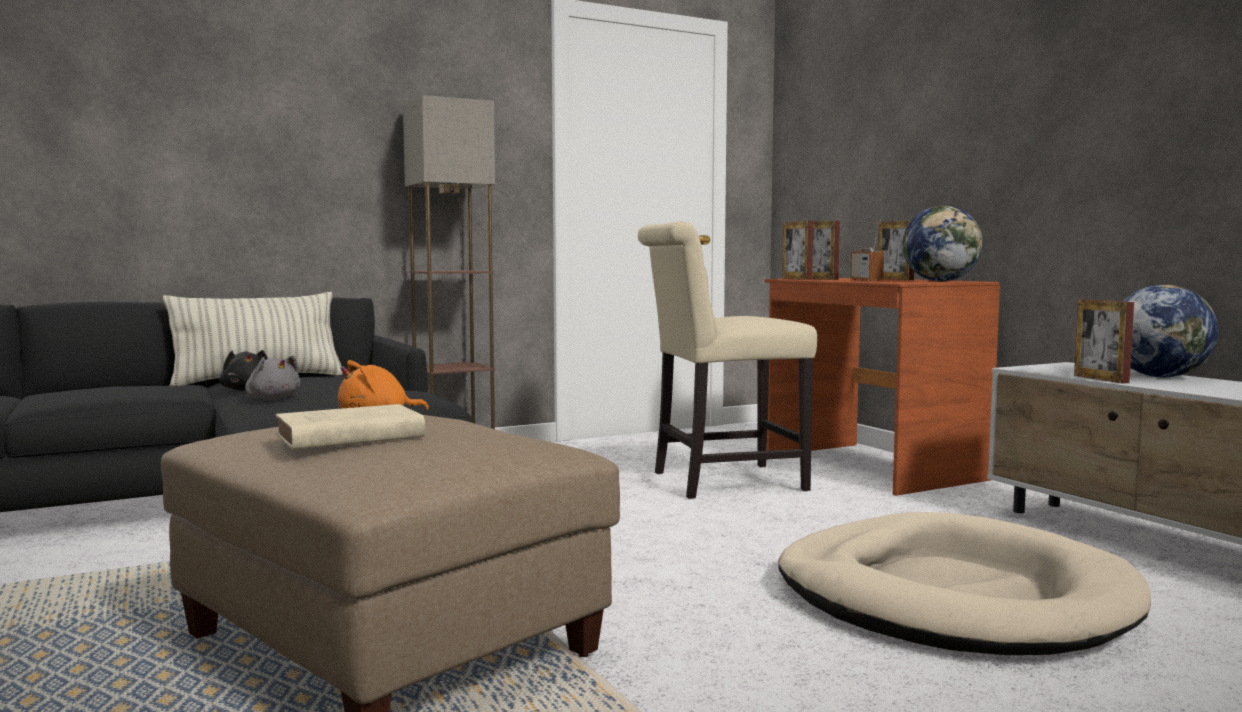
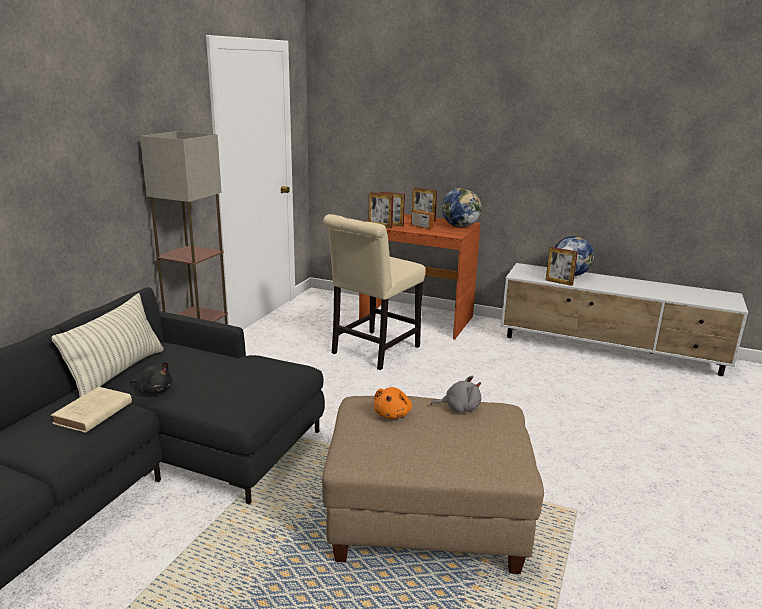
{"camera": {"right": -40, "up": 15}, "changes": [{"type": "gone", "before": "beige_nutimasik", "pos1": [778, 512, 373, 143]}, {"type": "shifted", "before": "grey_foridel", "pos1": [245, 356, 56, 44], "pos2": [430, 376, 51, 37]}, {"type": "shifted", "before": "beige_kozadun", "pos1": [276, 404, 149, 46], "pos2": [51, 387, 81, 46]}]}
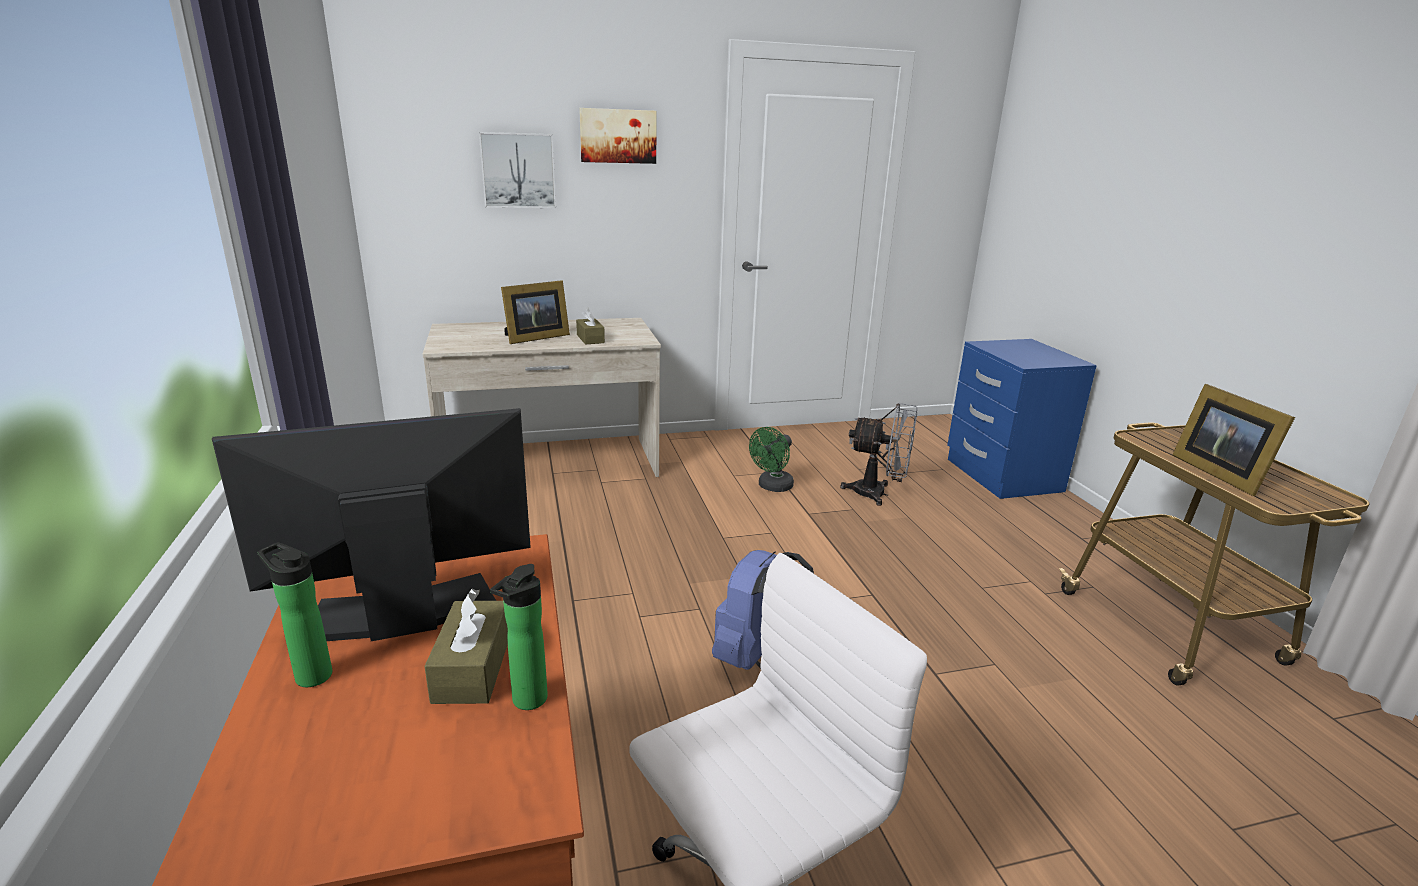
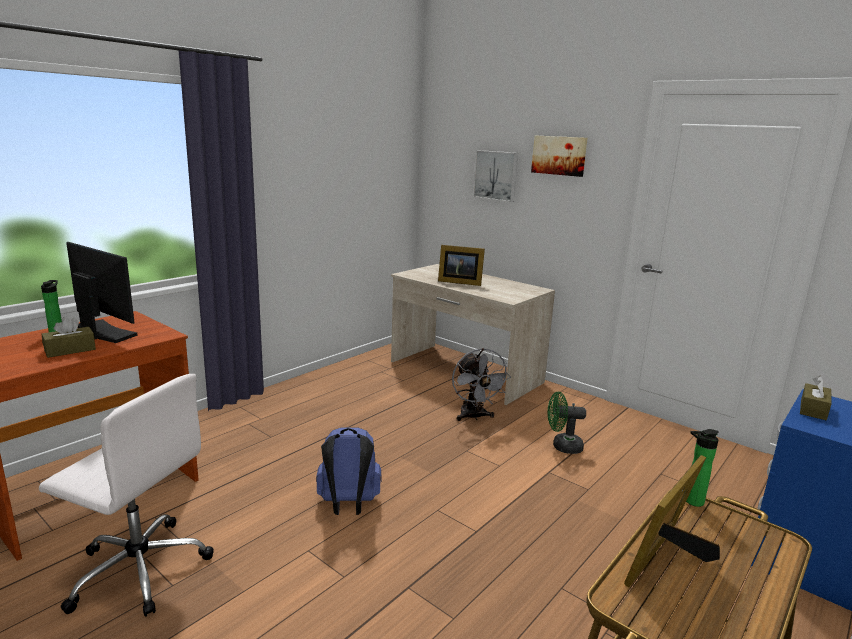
{"camera": {"right": 55, "up": -5}, "changes": [{"type": "shifted", "before": "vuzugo", "pos1": [490, 564, 58, 146], "pos2": [686, 429, 33, 78]}, {"type": "shifted", "before": "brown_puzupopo", "pos1": [576, 308, 29, 37], "pos2": [800, 376, 32, 44]}, {"type": "shifted", "before": "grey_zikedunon", "pos1": [840, 403, 77, 103], "pos2": [452, 348, 59, 73]}]}
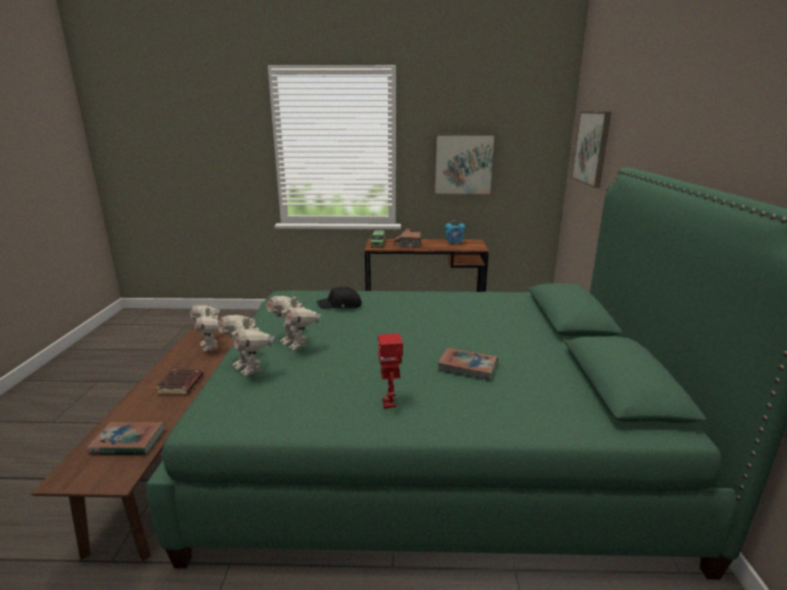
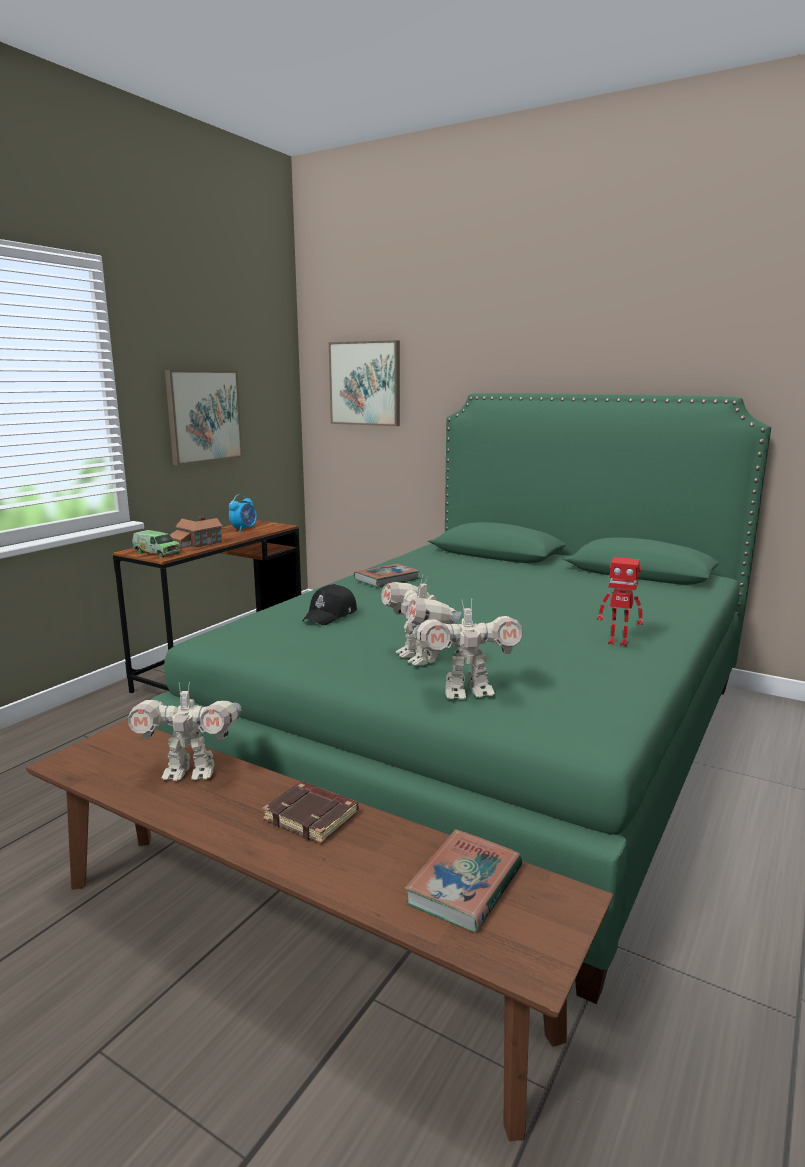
{"camera": {"right": -60, "up": -5}, "changes": [{"type": "shifted", "before": "kozadun", "pos1": [438, 348, 60, 33], "pos2": [354, 564, 66, 23]}, {"type": "rotated", "before": "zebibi", "pos1": [266, 291, 55, 59], "pos2": [381, 576, 81, 89], "turn": 75}]}
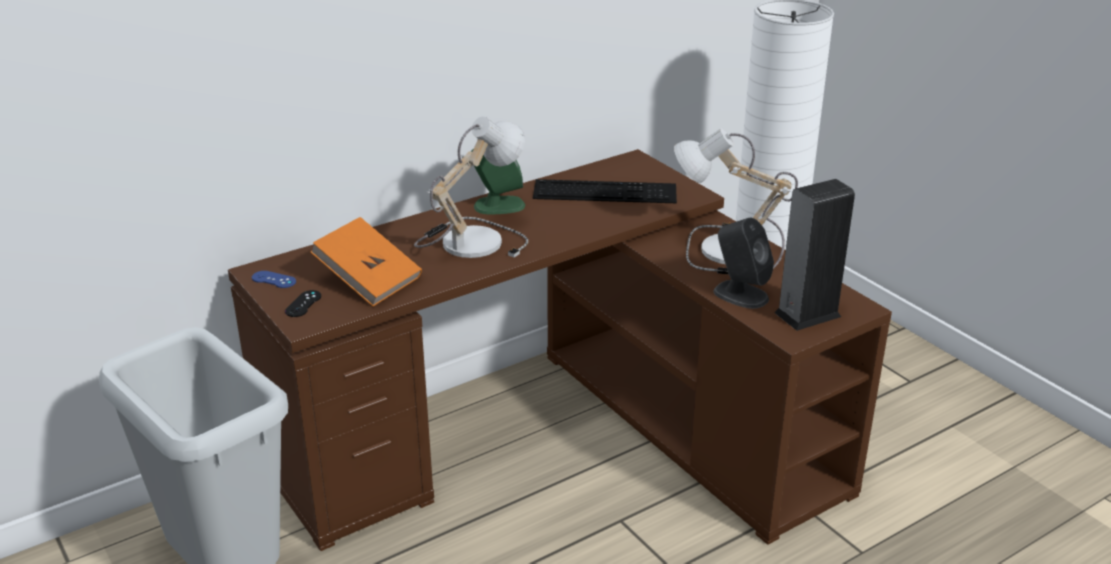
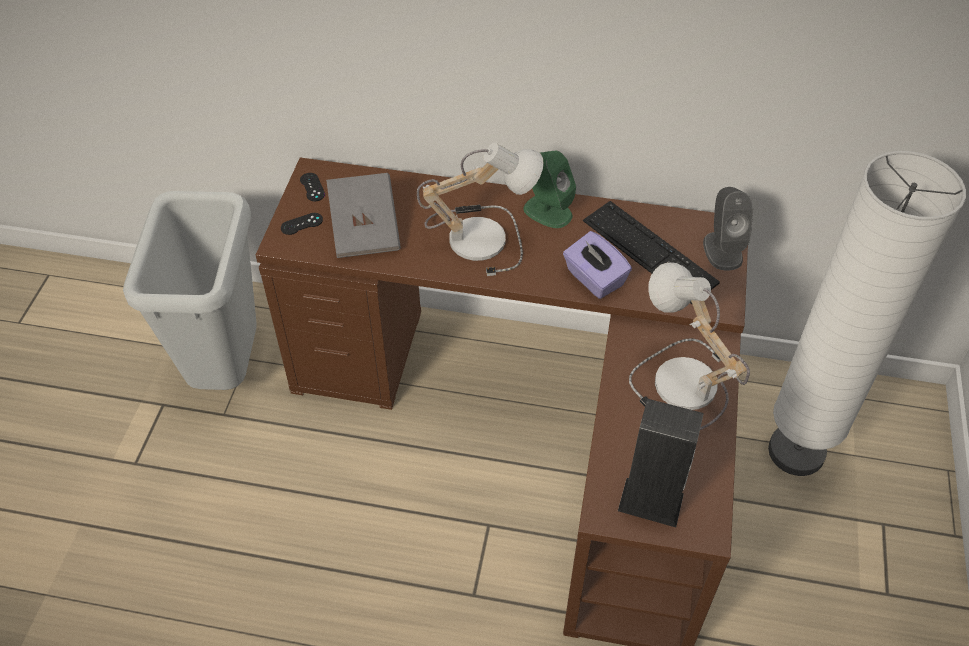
{"camera": {"right": 45, "up": 20}, "changes": [{"type": "new", "after": "purple_puzupopo", "pos2": [563, 231, 69, 68]}, {"type": "shifted", "before": "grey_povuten", "pos1": [714, 218, 60, 91], "pos2": [703, 187, 50, 83]}, {"type": "repainted", "before": "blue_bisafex", "after": "black_bisafex", "pos1": [252, 271, 44, 17], "pos2": [300, 173, 25, 28]}, {"type": "repainted", "before": "orange_kozadun", "after": "grey_kozadun", "pos1": [310, 217, 112, 89], "pos2": [326, 173, 75, 85]}]}
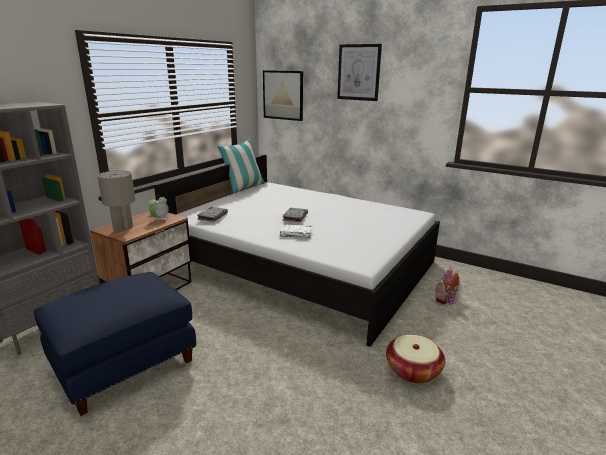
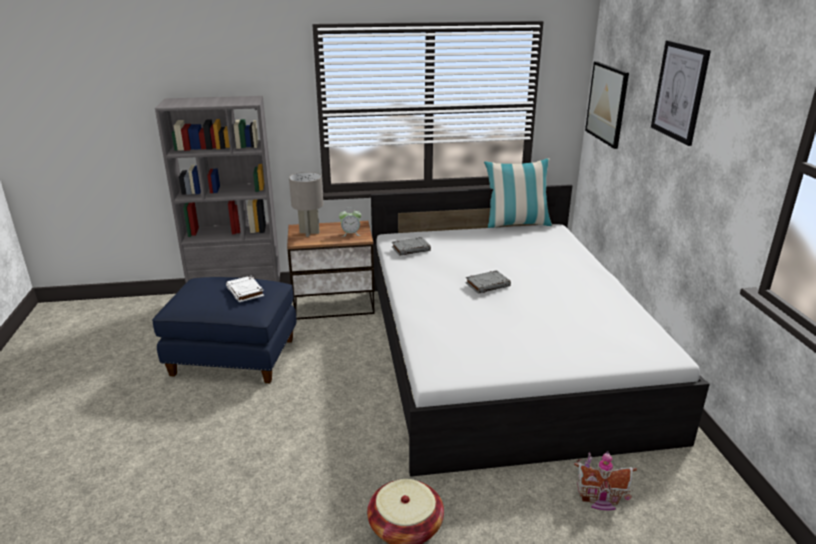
{"camera": {"right": 50, "up": 5}, "changes": [{"type": "shifted", "before": "white_kozadun", "pos1": [280, 224, 32, 14], "pos2": [226, 276, 38, 26]}]}
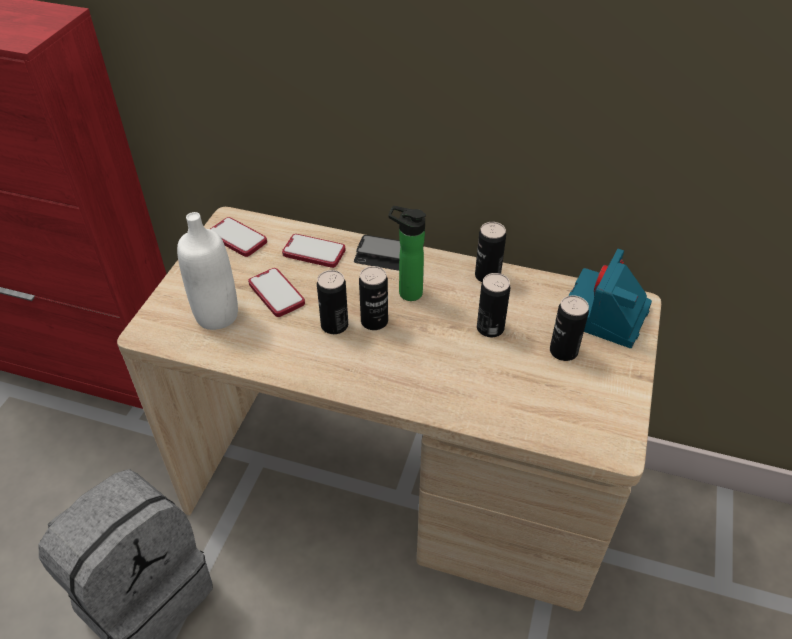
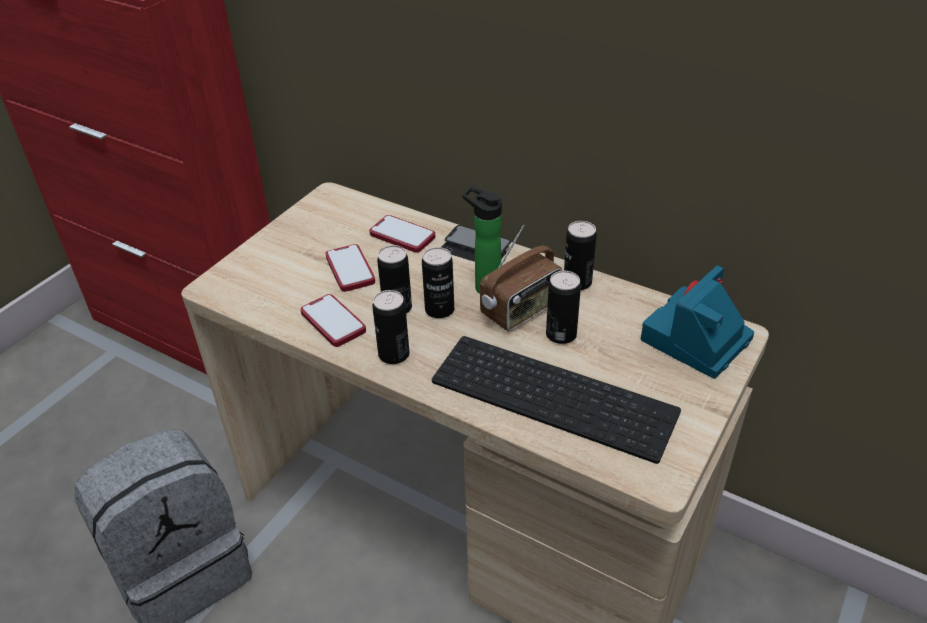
{"camera": {"right": 15, "up": -5}, "changes": [{"type": "gone", "before": "white_vuzugo", "pos1": [177, 212, 61, 118]}, {"type": "new", "after": "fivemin", "pos2": [432, 336, 249, 128]}, {"type": "new", "after": "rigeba", "pos2": [480, 225, 82, 107]}, {"type": "shifted", "before": "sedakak", "pos1": [210, 217, 57, 40], "pos2": [300, 294, 66, 53]}, {"type": "shifted", "before": "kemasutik", "pos1": [550, 295, 39, 66], "pos2": [372, 290, 37, 74]}]}
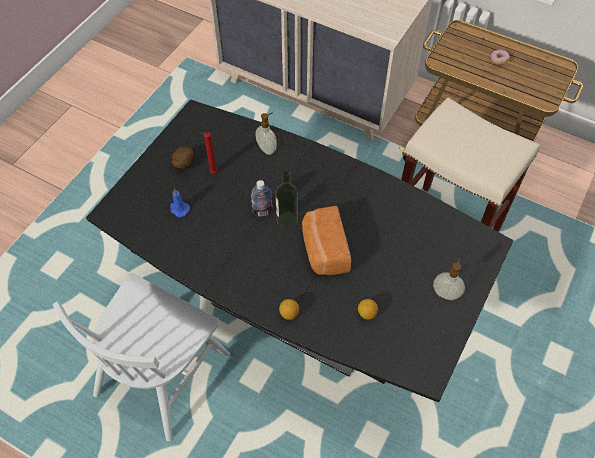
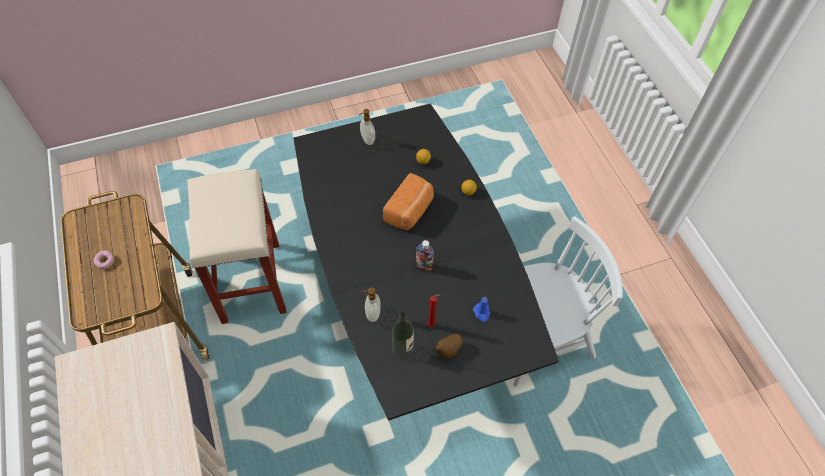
{"camera": {"right": -140, "up": 0}, "changes": [{"type": "shifted", "before": "vuzugo", "pos1": [275, 170, 23, 59], "pos2": [392, 313, 22, 46]}]}
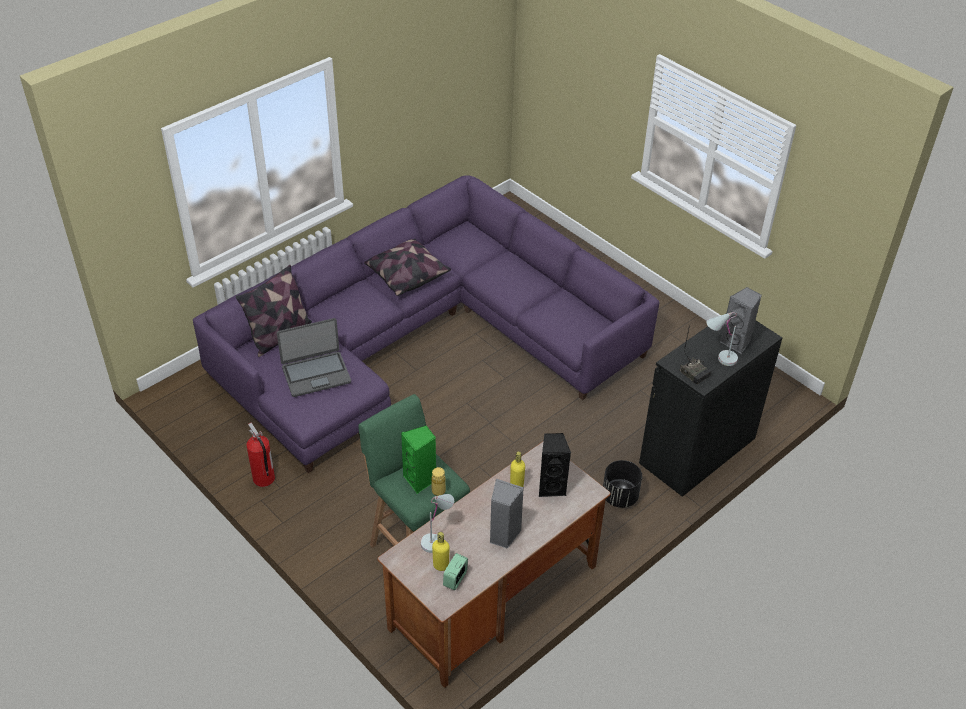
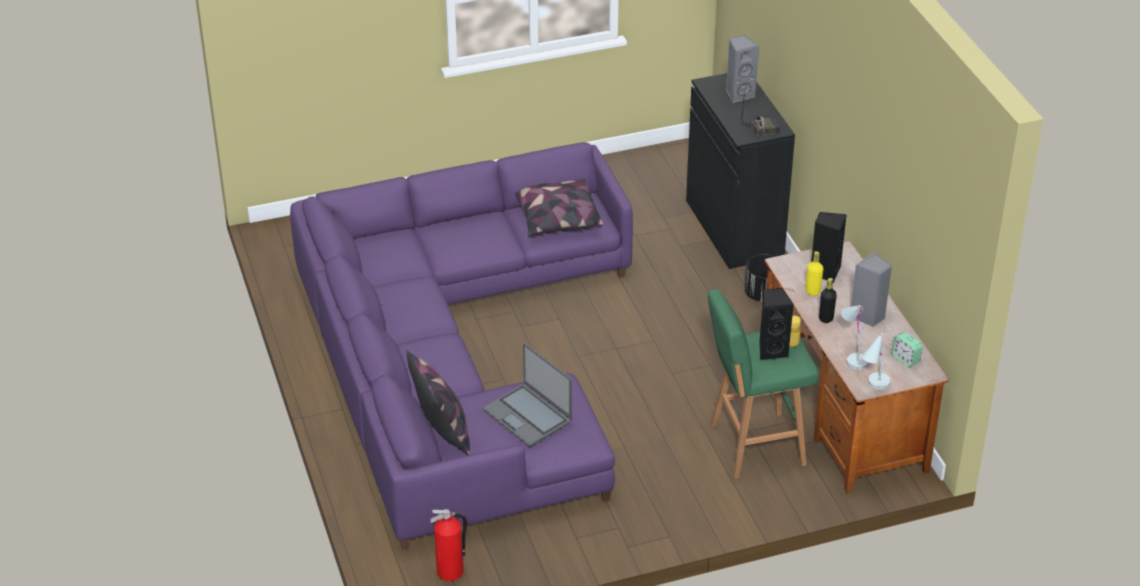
{"camera": {"right": -65, "up": -5}, "changes": [{"type": "gone", "before": "yellow_vuzugo", "pos1": [432, 532, 17, 39]}, {"type": "new", "after": "black_vuzugo", "pos2": [819, 278, 18, 45]}, {"type": "shifted", "before": "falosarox", "pos1": [246, 423, 29, 64], "pos2": [430, 509, 37, 72]}, {"type": "shifted", "before": "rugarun", "pos1": [364, 239, 87, 57], "pos2": [515, 179, 88, 57]}, {"type": "shifted", "before": "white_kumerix", "pos1": [707, 312, 31, 54], "pos2": [862, 330, 29, 60]}, {"type": "repainted", "before": "green_povuten", "after": "black_povuten", "pos1": [401, 425, 35, 69], "pos2": [759, 288, 35, 72]}, {"type": "rotated", "before": "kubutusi", "pos1": [277, 318, 74, 79], "pos2": [484, 343, 88, 104], "turn": 135}]}
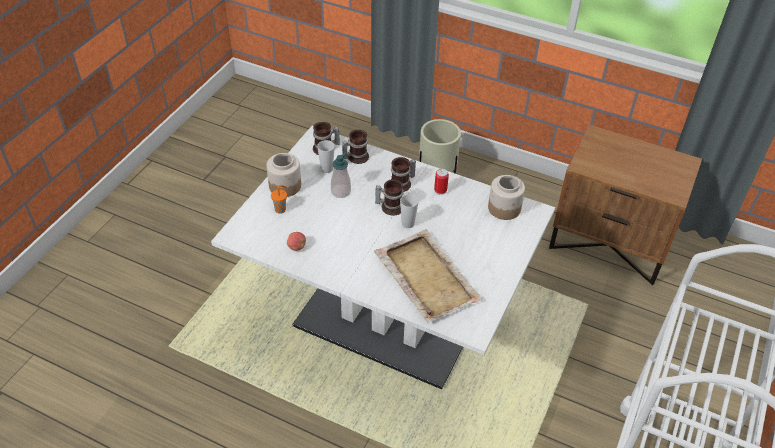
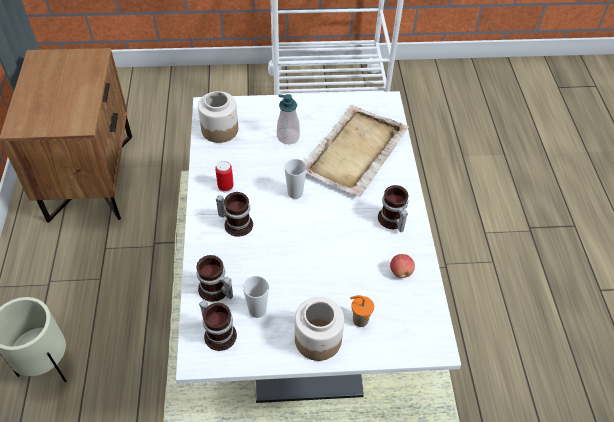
{"camera": {"right": -120, "up": 5}, "changes": [{"type": "shifted", "before": "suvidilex", "pos1": [331, 153, 20, 45], "pos2": [277, 94, 23, 50]}, {"type": "shifted", "before": "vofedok", "pos1": [375, 179, 29, 36], "pos2": [378, 185, 31, 47]}]}
